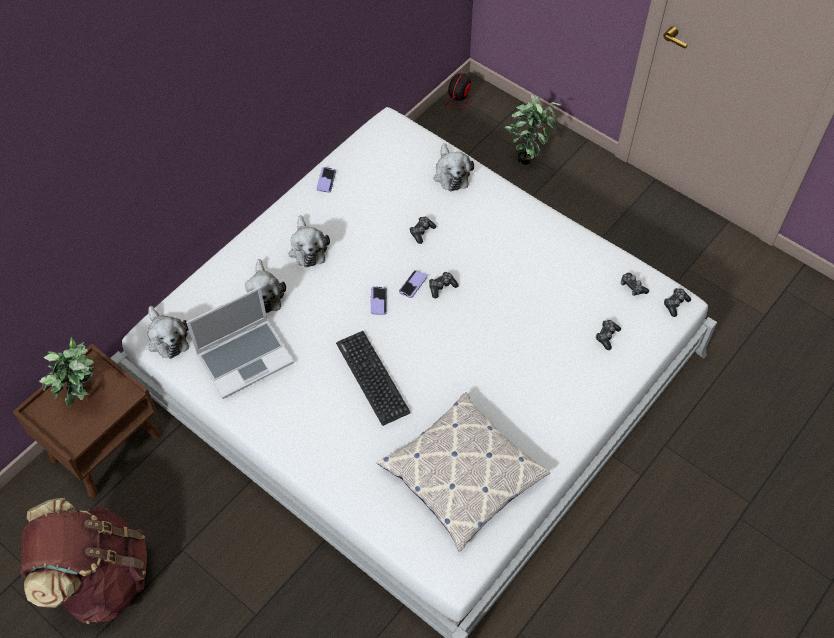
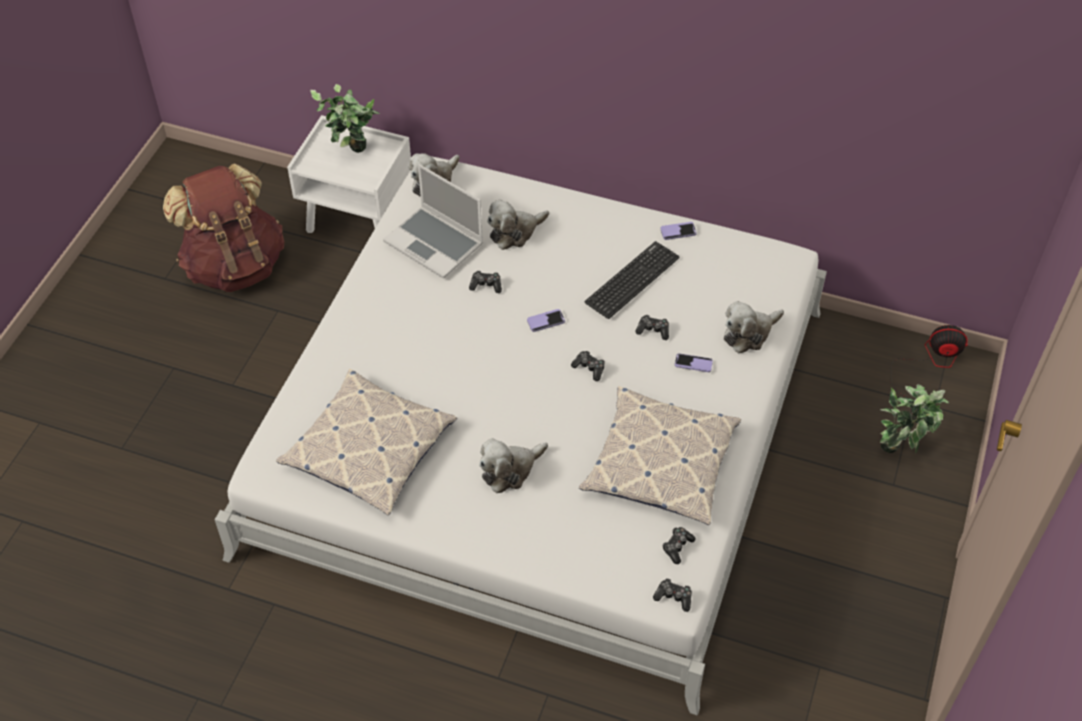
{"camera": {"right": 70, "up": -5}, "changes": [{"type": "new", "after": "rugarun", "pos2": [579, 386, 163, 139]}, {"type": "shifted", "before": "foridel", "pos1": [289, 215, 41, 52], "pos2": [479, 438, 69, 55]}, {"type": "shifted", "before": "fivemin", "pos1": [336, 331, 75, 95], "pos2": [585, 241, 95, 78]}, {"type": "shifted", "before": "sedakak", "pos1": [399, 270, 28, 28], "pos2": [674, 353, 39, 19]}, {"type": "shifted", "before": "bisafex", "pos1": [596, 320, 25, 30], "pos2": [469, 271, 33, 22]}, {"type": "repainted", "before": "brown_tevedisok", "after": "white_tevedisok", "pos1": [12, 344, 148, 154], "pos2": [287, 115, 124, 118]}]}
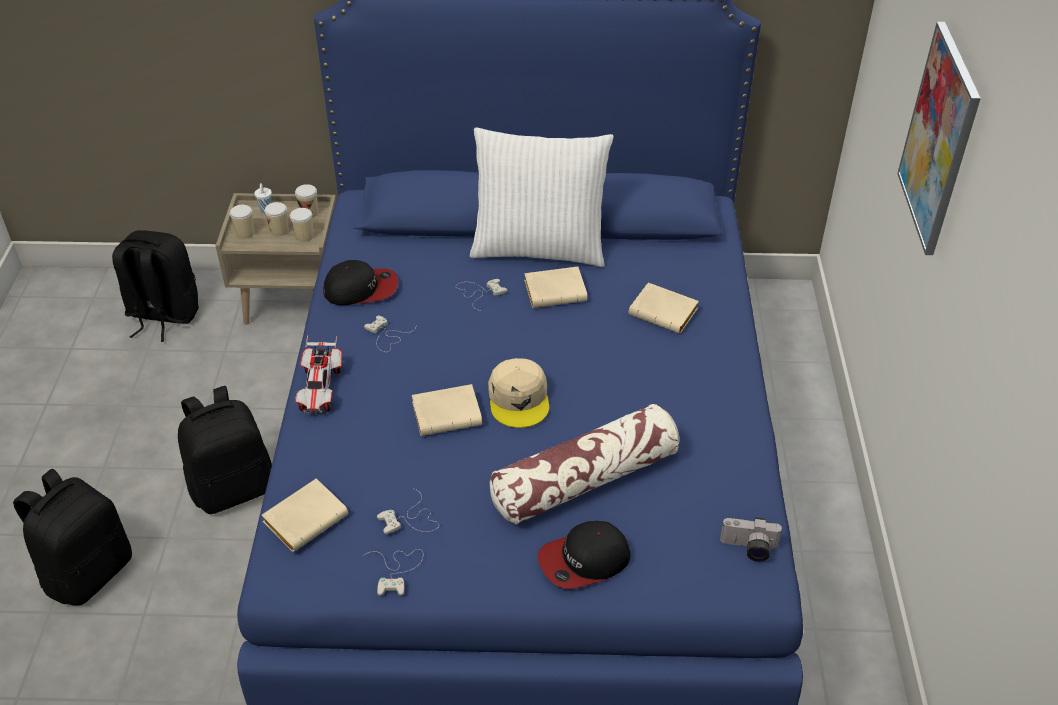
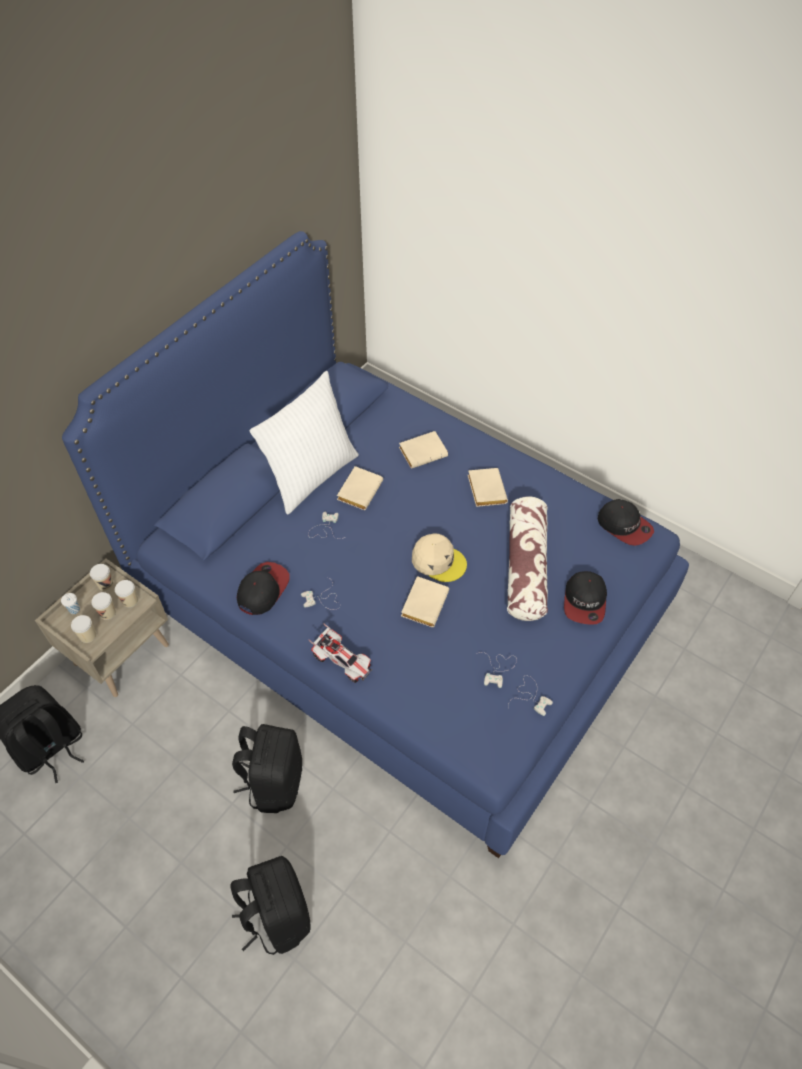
{"camera": {"right": -55, "up": 10}, "changes": [{"type": "gone", "before": "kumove", "pos1": [897, 22, 84, 233]}, {"type": "shifted", "before": "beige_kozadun", "pos1": [262, 478, 86, 74], "pos2": [468, 468, 40, 39]}, {"type": "swapped", "before": "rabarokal", "after": "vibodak", "pos1": [720, 517, 63, 44], "pos2": [598, 499, 56, 47]}]}
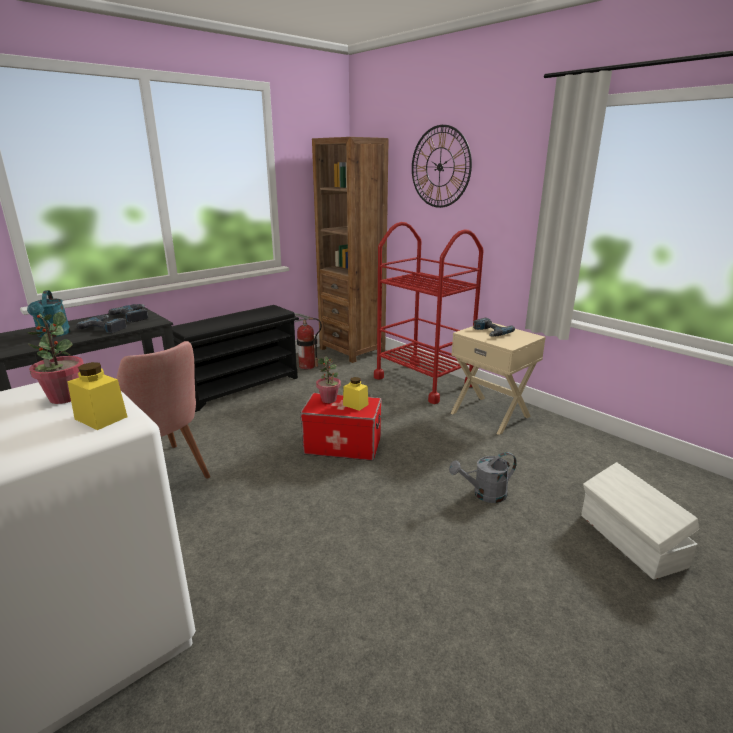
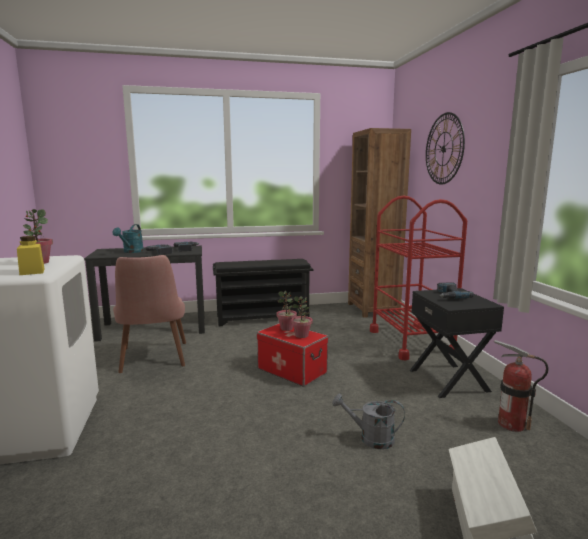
{"camera": {"right": 30, "up": -10}, "changes": [{"type": "shifted", "before": "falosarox", "pos1": [294, 313, 28, 56], "pos2": [494, 340, 55, 92]}, {"type": "swapped", "before": "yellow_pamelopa", "after": "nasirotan", "pos1": [343, 377, 26, 34], "pos2": [291, 296, 22, 42]}, {"type": "repainted", "before": "beige_tevedisok", "after": "black_tevedisok", "pos1": [451, 323, 95, 112], "pos2": [410, 288, 94, 110]}]}
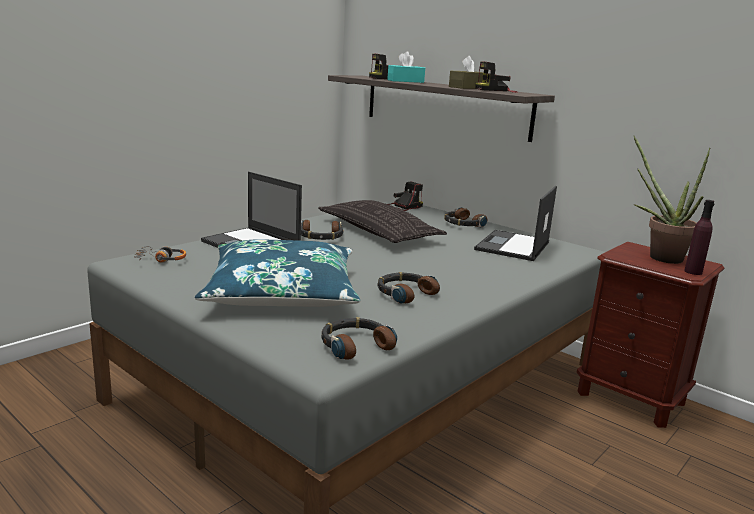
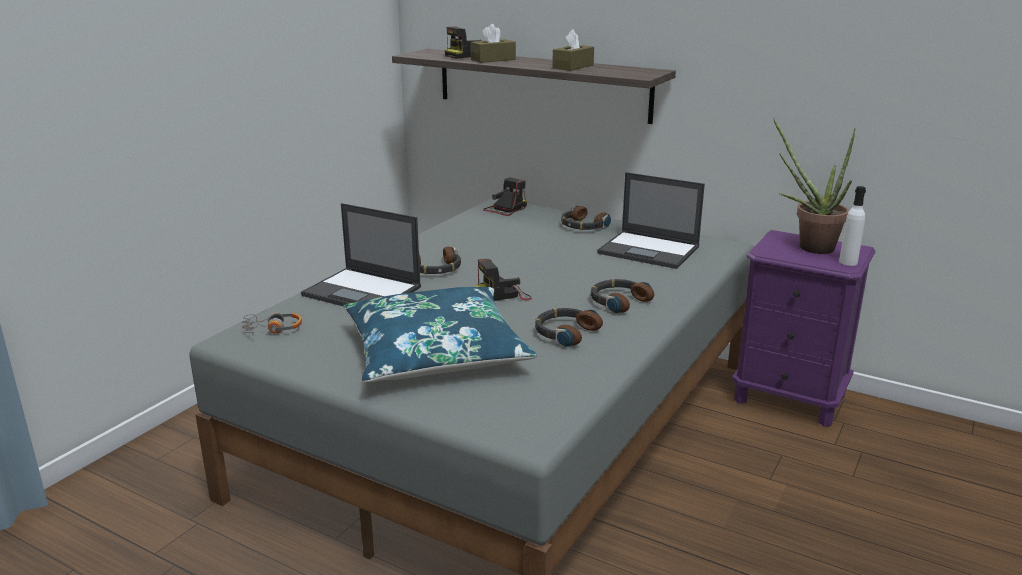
{"camera": {"right": -10, "up": 5}, "changes": [{"type": "gone", "before": "rugarun", "pos1": [318, 200, 129, 43]}, {"type": "shifted", "before": "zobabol", "pos1": [321, 317, 76, 43], "pos2": [591, 279, 63, 34]}, {"type": "shifted", "before": "rabarokal", "pos1": [475, 61, 43, 32], "pos2": [475, 259, 57, 42]}, {"type": "repainted", "before": "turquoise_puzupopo", "after": "brown_puzupopo", "pos1": [387, 51, 38, 32], "pos2": [471, 24, 45, 39]}, {"type": "repainted", "before": "brown_tevedisok", "after": "purple_tevedisok", "pos1": [577, 242, 147, 186], "pos2": [732, 230, 144, 197]}, {"type": "repainted", "before": "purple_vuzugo", "after": "white_vuzugo", "pos1": [684, 200, 31, 75], "pos2": [839, 186, 27, 80]}, {"type": "rotated", "before": "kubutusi", "pos1": [474, 186, 83, 75], "pos2": [597, 172, 108, 97], "turn": -75}]}
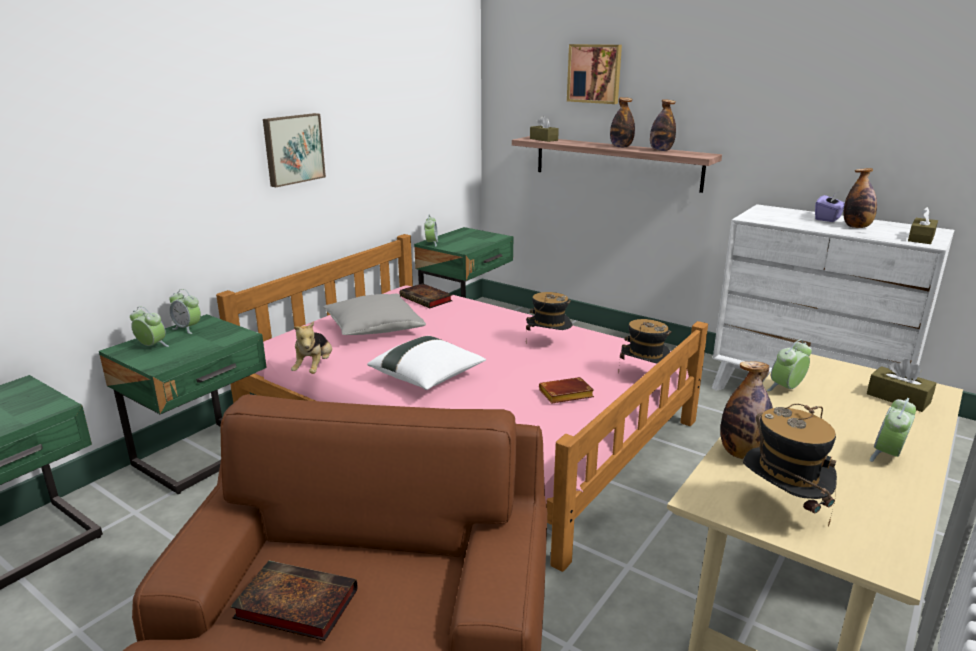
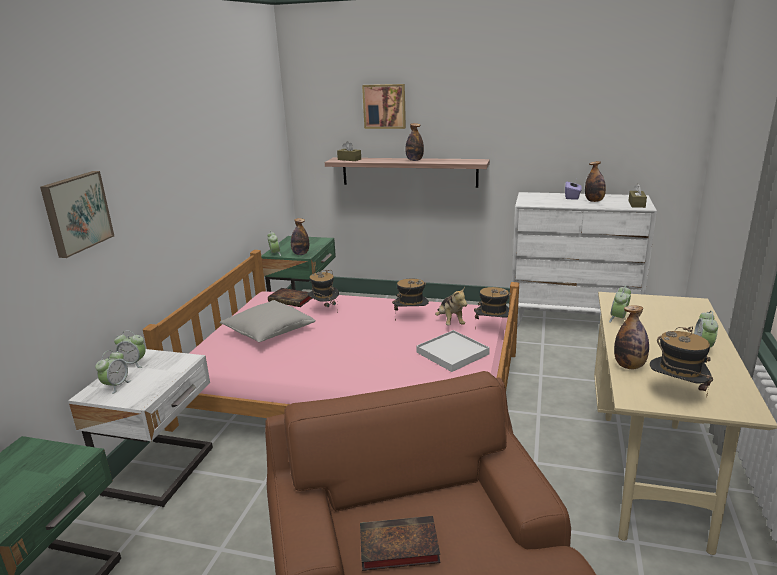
{"camera": {"right": -20, "up": 0}, "changes": [{"type": "gone", "before": "white_rugarun", "pos1": [367, 336, 119, 54]}, {"type": "gone", "before": "brown_puzupopo", "pos1": [867, 359, 69, 53]}, {"type": "new", "after": "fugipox", "pos2": [307, 270, 32, 43]}, {"type": "shifted", "before": "kumove", "pos1": [263, 113, 63, 74], "pos2": [40, 171, 74, 87]}, {"type": "shifted", "before": "foridel", "pos1": [291, 321, 41, 53], "pos2": [435, 287, 32, 39]}, {"type": "shifted", "before": "vuzugo", "pos1": [650, 99, 26, 52], "pos2": [291, 218, 18, 37]}, {"type": "swapped", "before": "brown_kozadun", "after": "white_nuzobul", "pos1": [539, 377, 55, 26], "pos2": [416, 330, 74, 42]}, {"type": "repainted", "before": "green_tevedisok", "after": "white_tevedisok", "pos1": [99, 314, 168, 180], "pos2": [68, 349, 145, 158]}, {"type": "rotated", "before": "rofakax", "pos1": [130, 306, 39, 41], "pos2": [95, 350, 37, 44], "turn": 105}]}
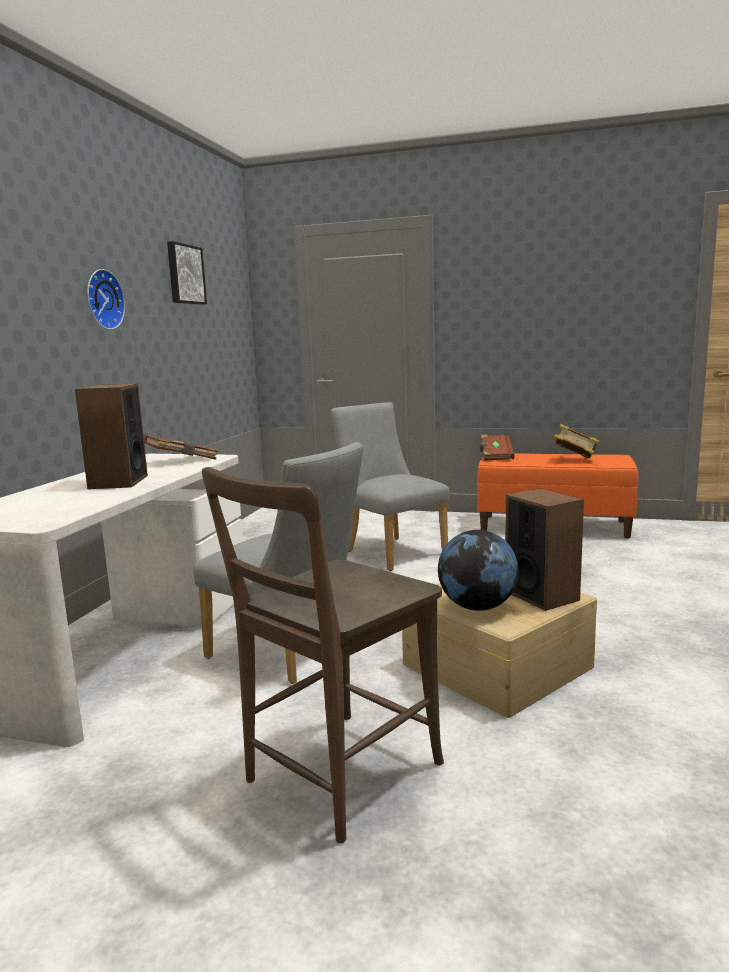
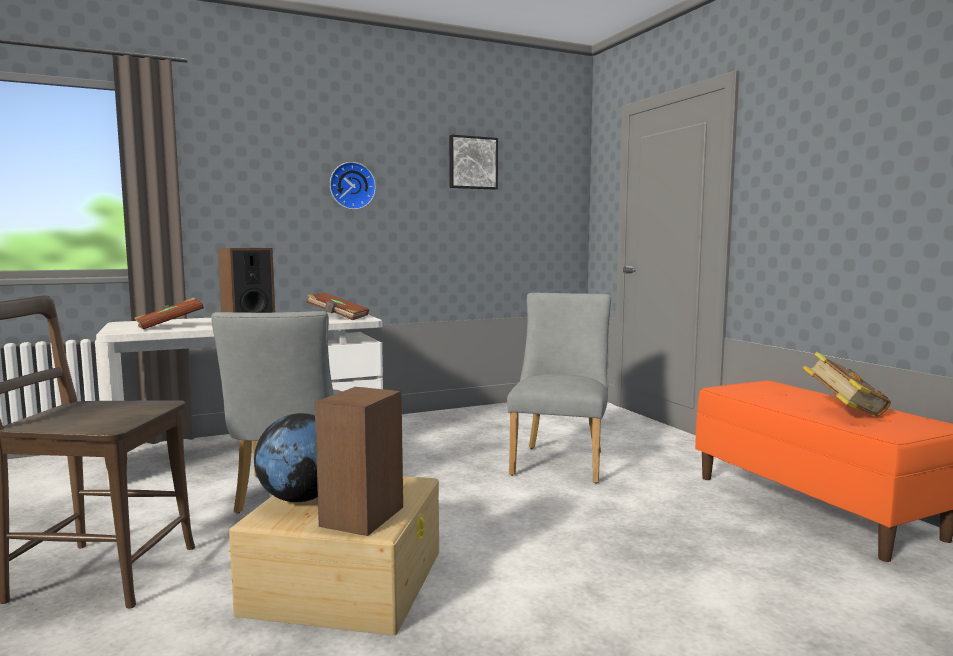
{"camera": {"right": 50, "up": -5}, "changes": [{"type": "shifted", "before": "brown_kozadun", "pos1": [480, 435, 35, 26], "pos2": [134, 297, 70, 32]}]}
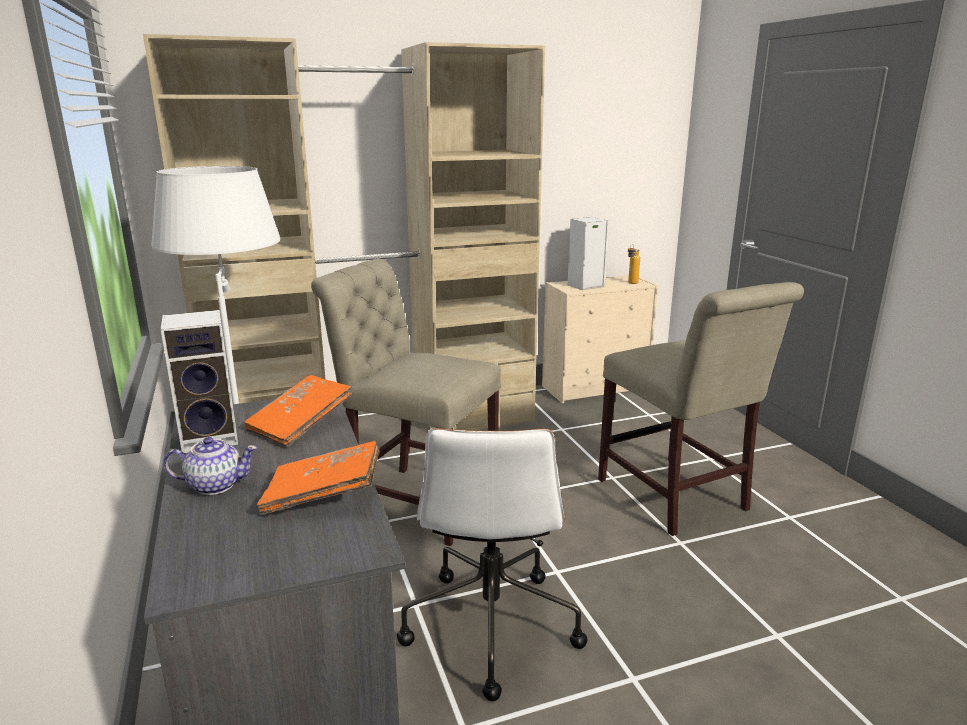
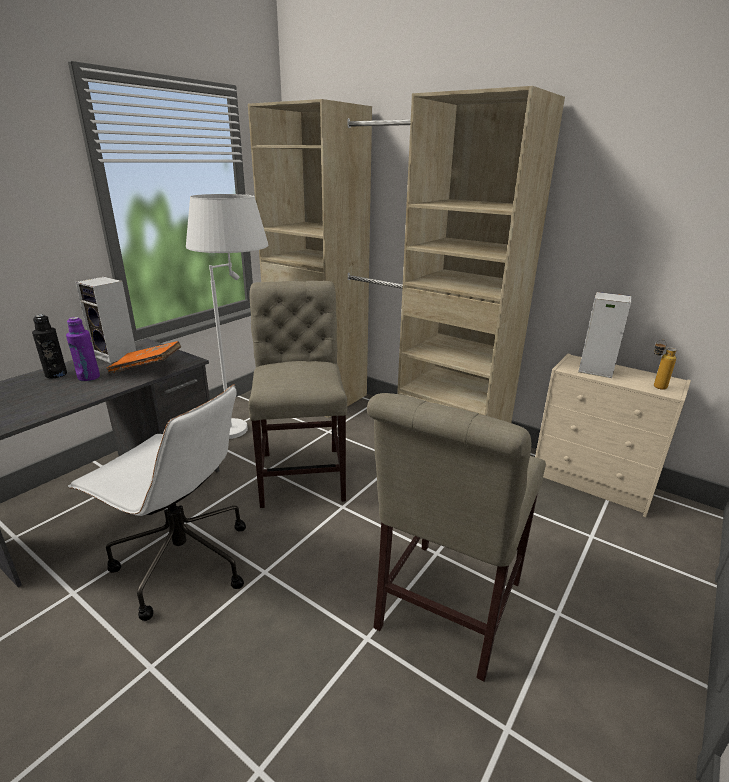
{"camera": {"right": 55, "up": 5}, "changes": [{"type": "gone", "before": "orange_kozadun", "pos1": [257, 441, 122, 74]}, {"type": "new", "after": "purple_vuzugo", "pos2": [66, 317, 34, 64]}, {"type": "swapped", "before": "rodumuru", "after": "black_vuzugo", "pos1": [164, 437, 93, 58], "pos2": [32, 314, 35, 64]}, {"type": "rotated", "before": "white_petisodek", "pos1": [397, 428, 190, 273], "pos2": [68, 384, 178, 237], "turn": -120}]}
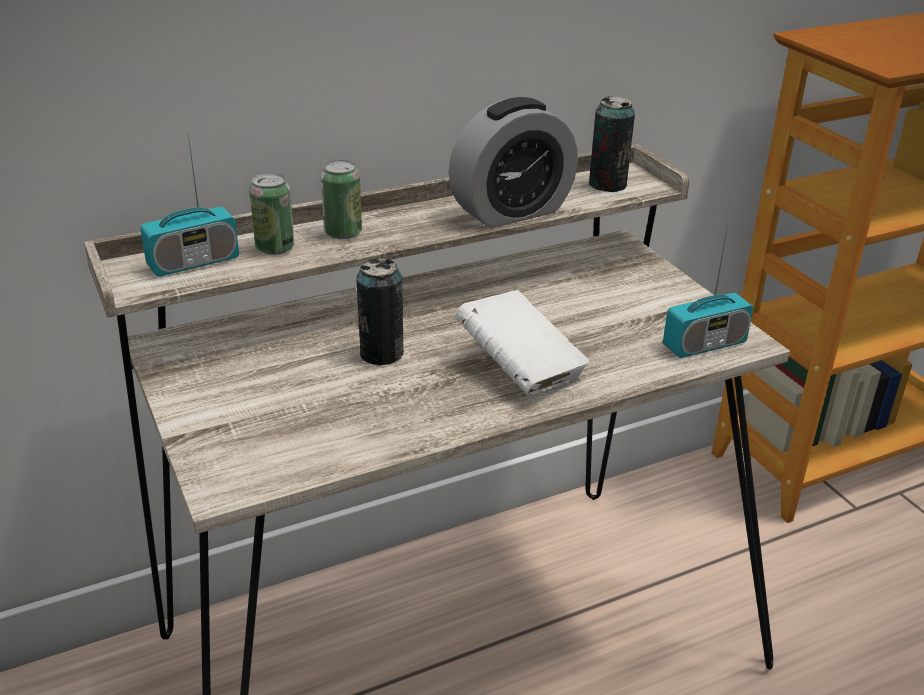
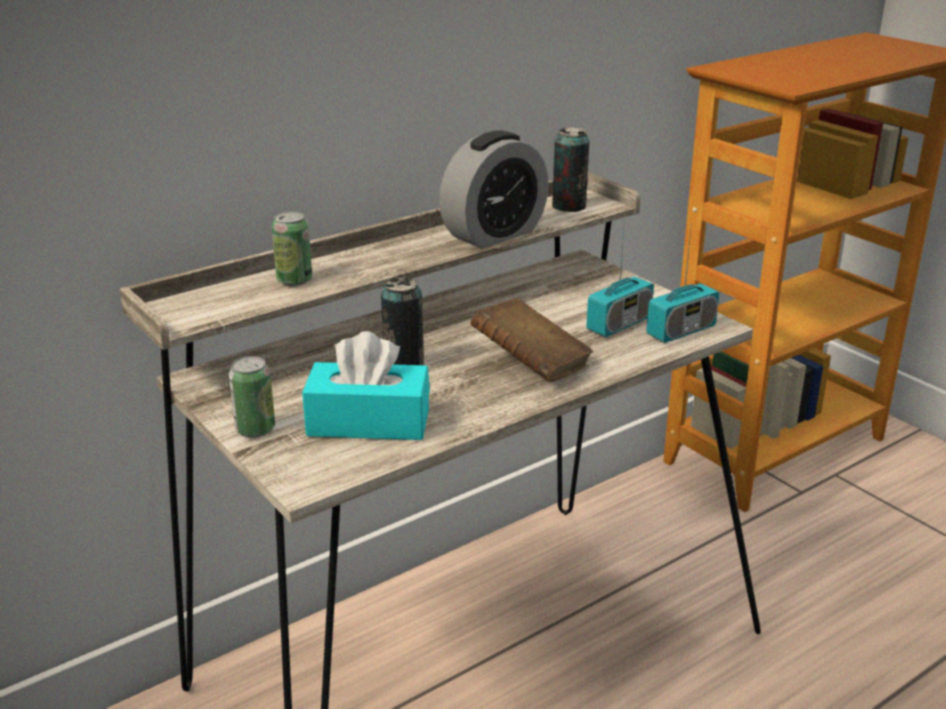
{"camera": {"right": -10, "up": -5}, "changes": [{"type": "new", "after": "turquoise_puzupopo", "pos2": [302, 331, 128, 109]}, {"type": "shifted", "before": "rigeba", "pos1": [140, 134, 99, 143], "pos2": [586, 217, 68, 120]}, {"type": "shifted", "before": "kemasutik", "pos1": [321, 160, 41, 79], "pos2": [229, 356, 46, 82]}, {"type": "repainted", "before": "white_kozadun", "after": "brown_kozadun", "pos1": [455, 290, 135, 106], "pos2": [470, 298, 123, 84]}]}
